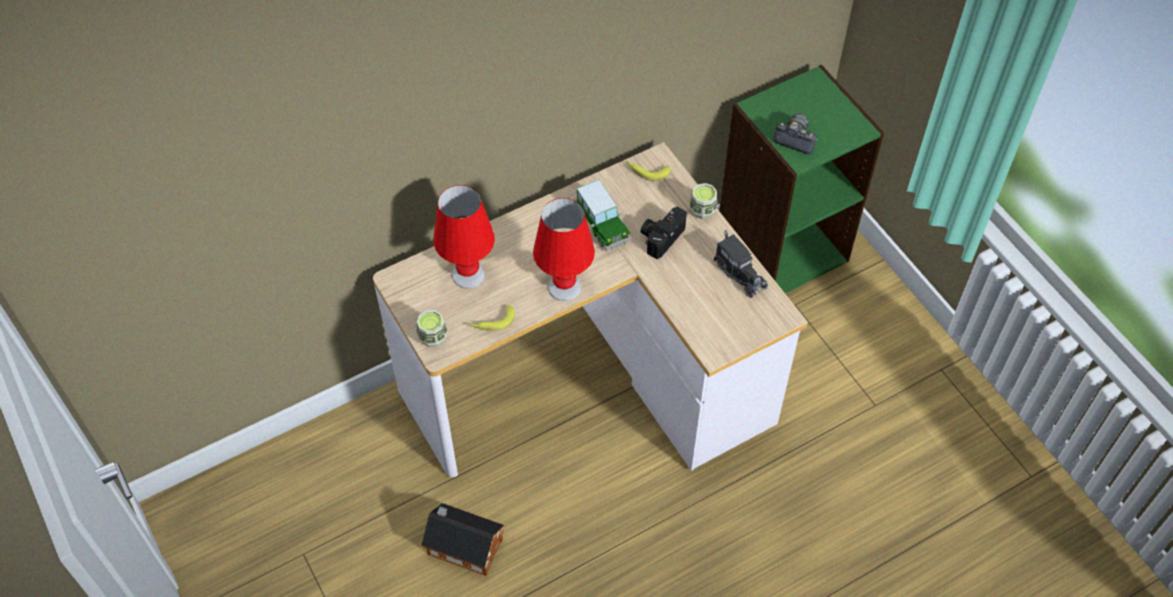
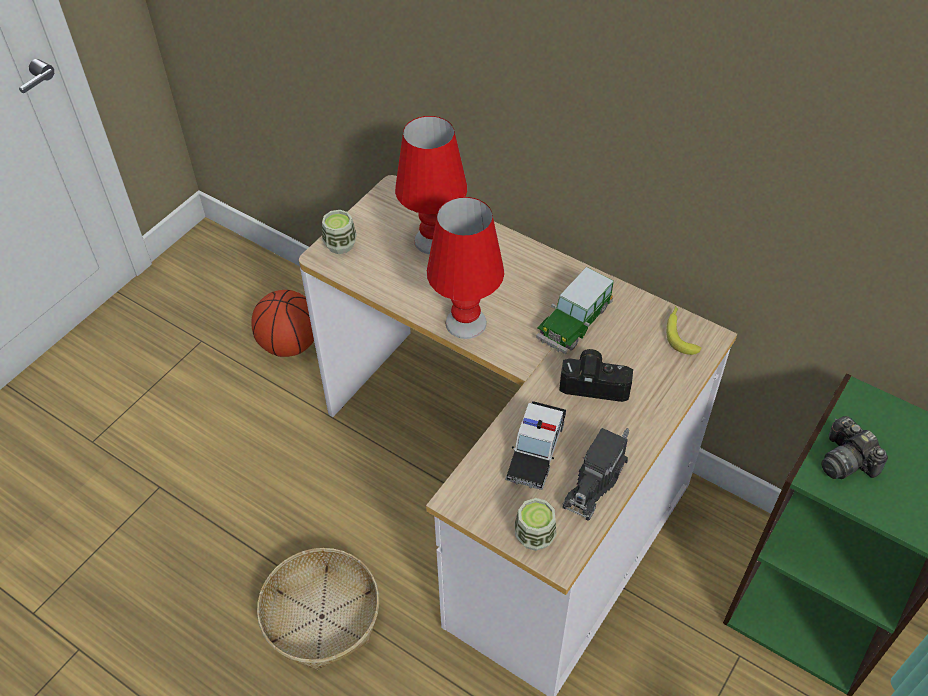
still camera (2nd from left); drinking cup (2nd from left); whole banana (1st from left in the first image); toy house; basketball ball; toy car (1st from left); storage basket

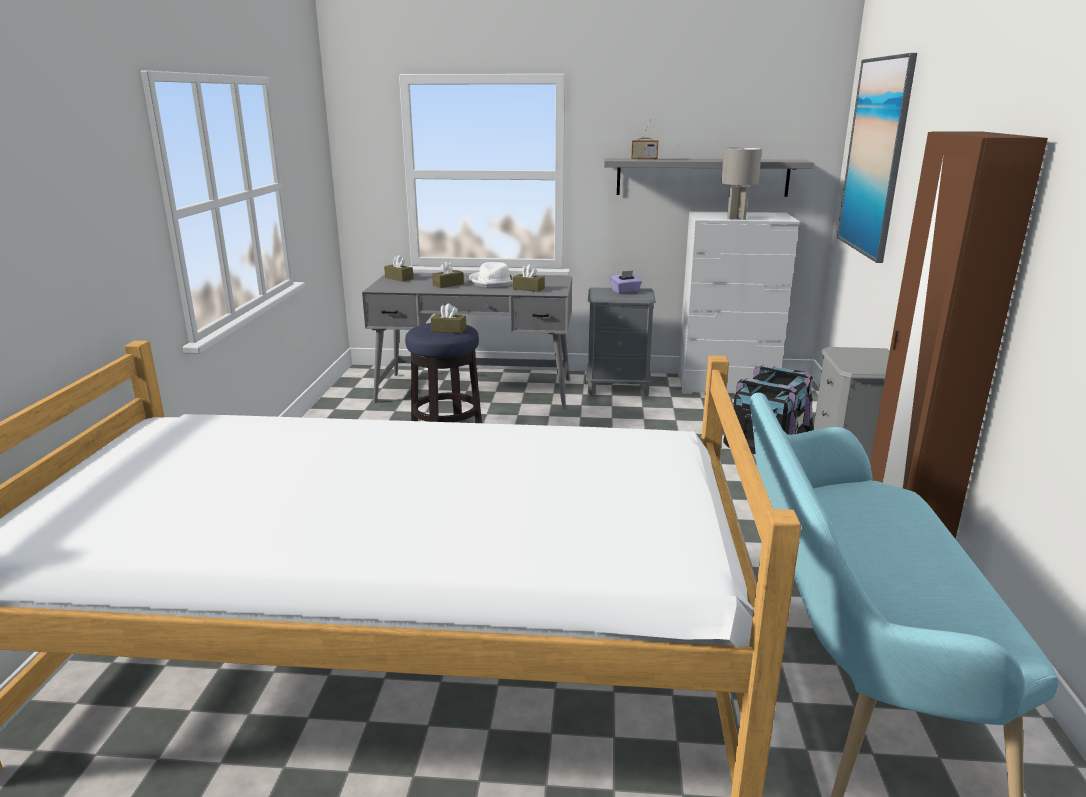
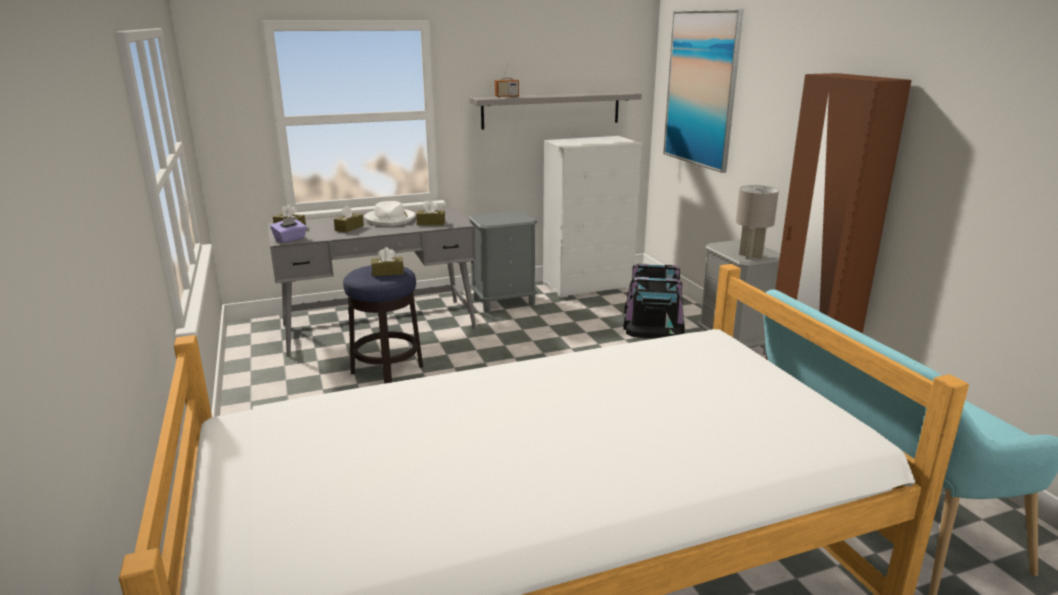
grey tabletop lamp; purple box of tissues

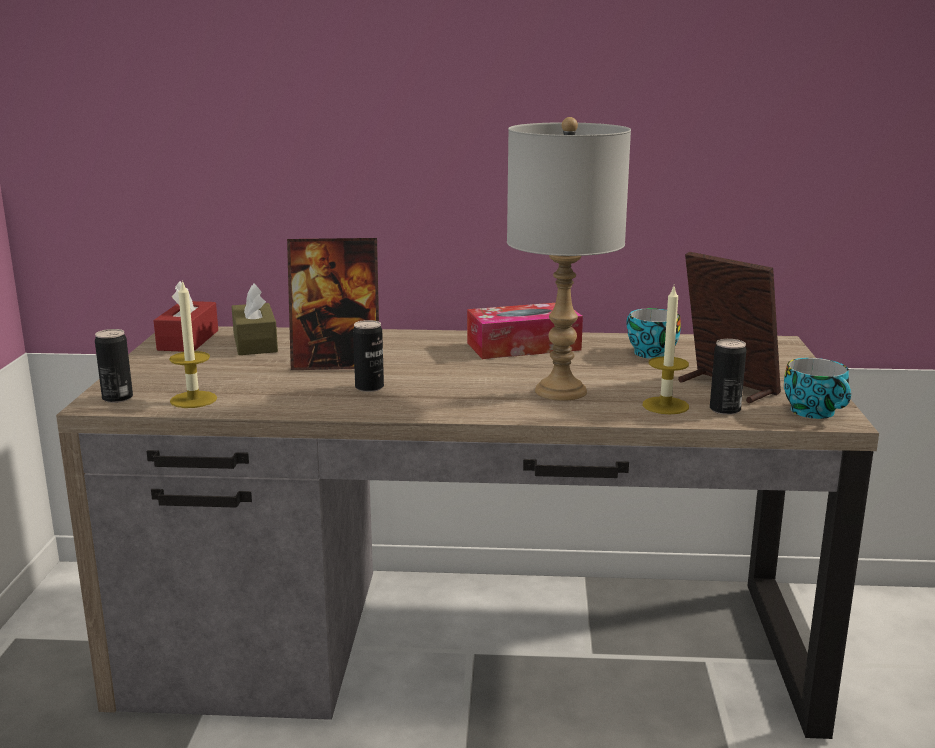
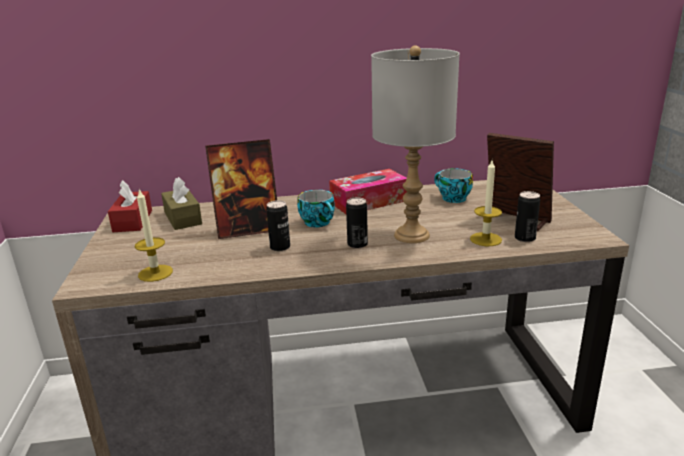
metal can (2nd from left); drinking cup (1st from left)

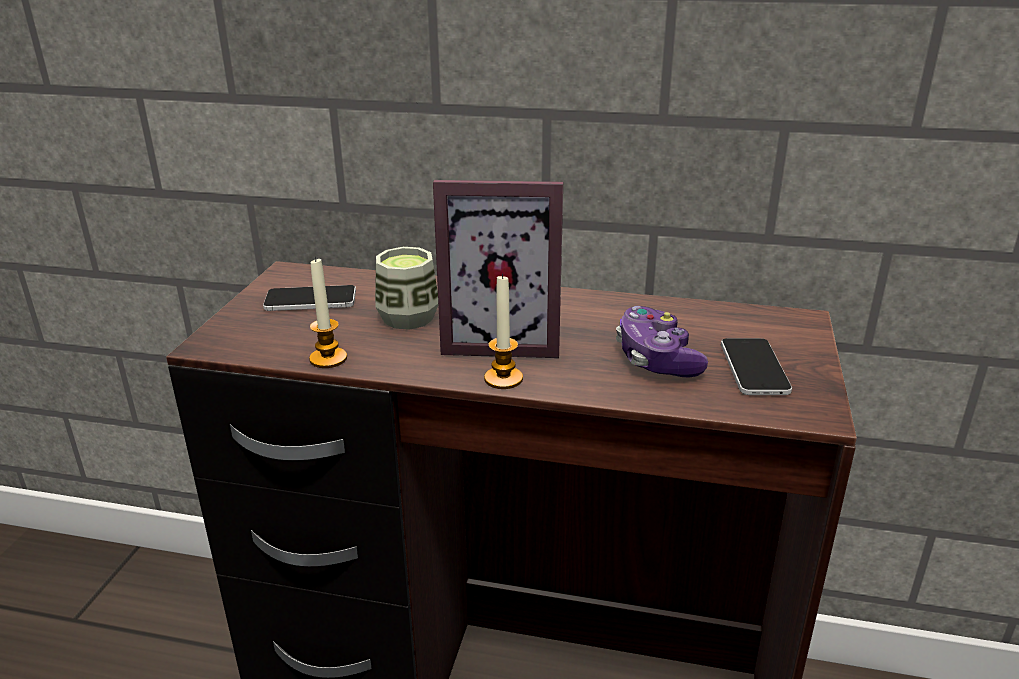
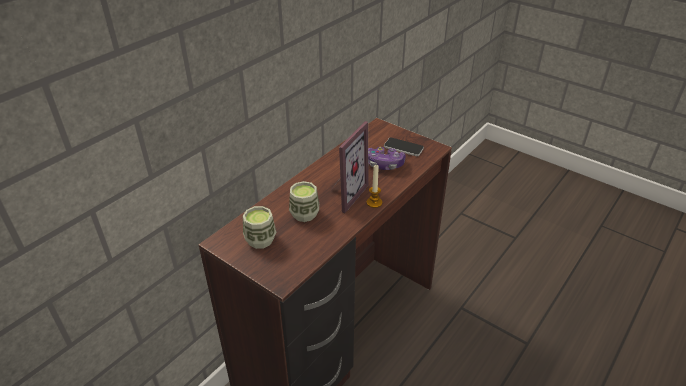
wax light (1st from left in the first image); drinking cup (1st from left)

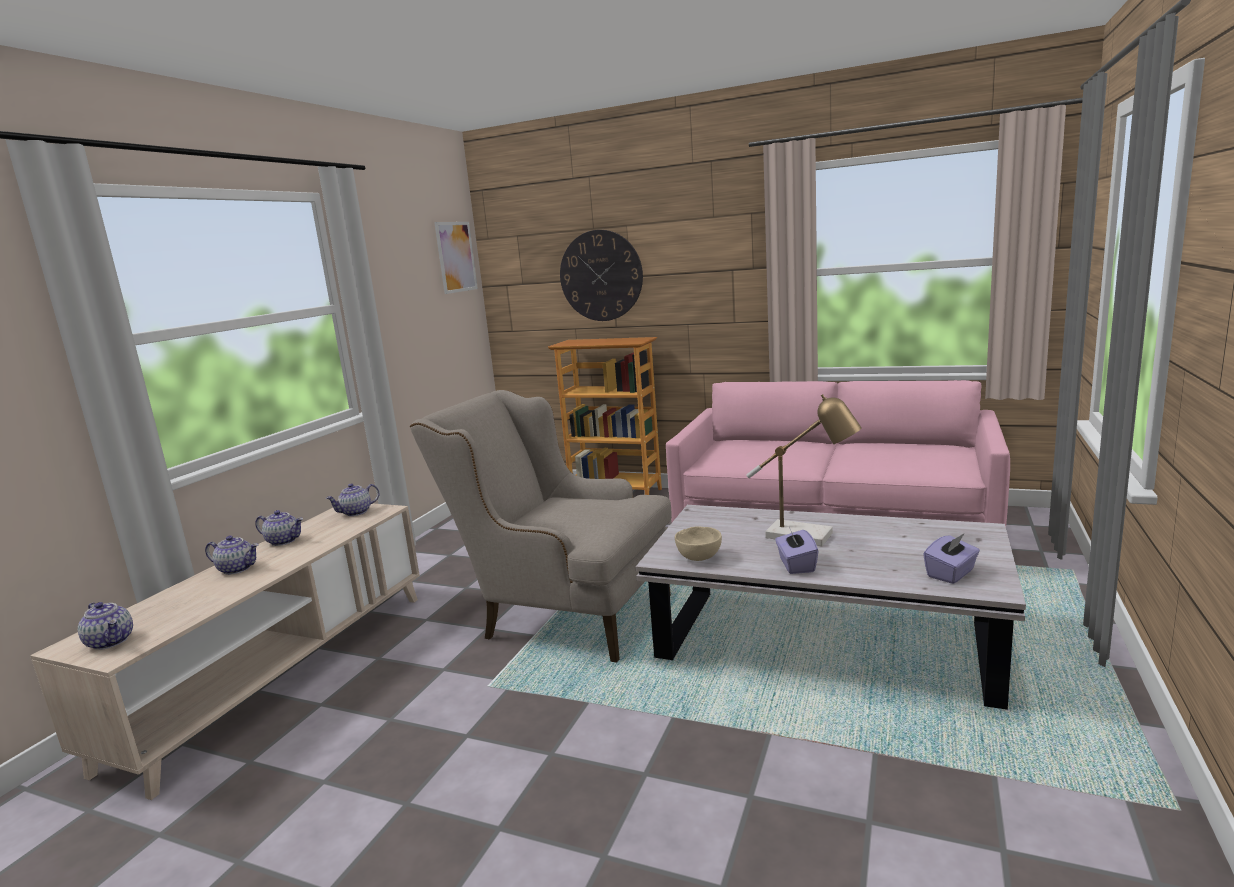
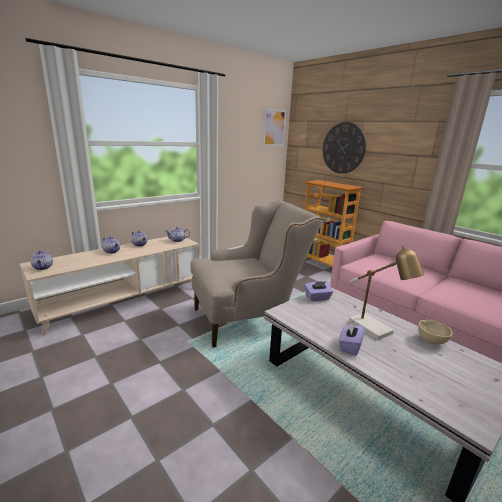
sand-coloured easy chair; sand-coloured serving bowl; purple box of tissues (1st from left)

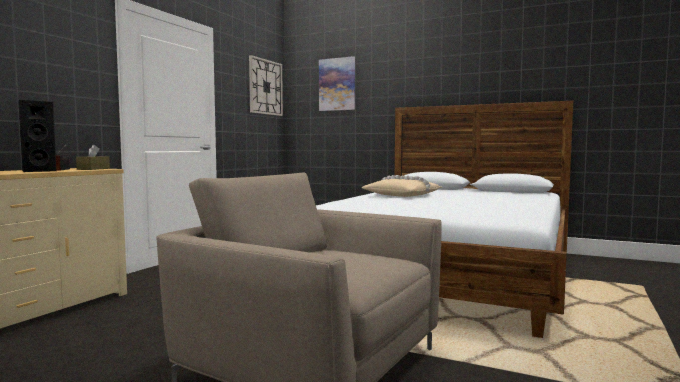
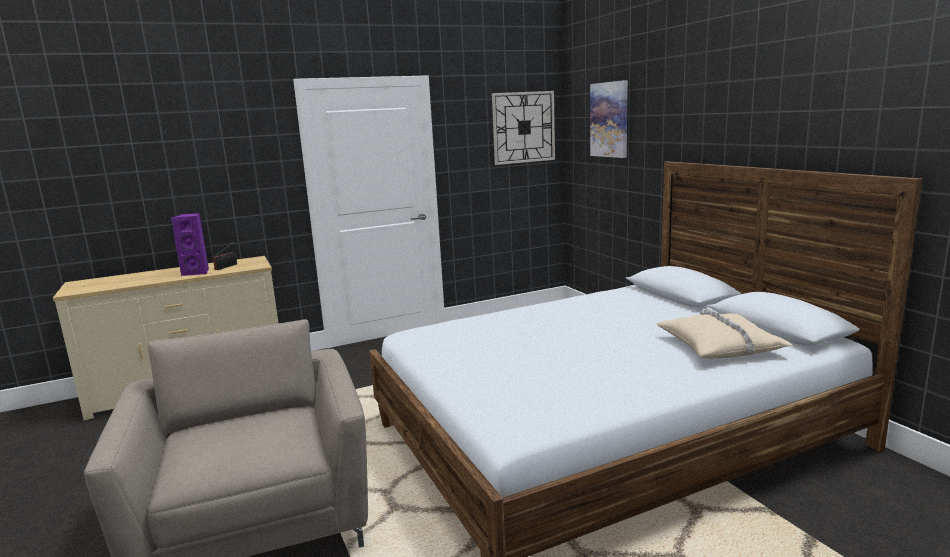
purple loudspeaker; brown box of tissues; sand-coloured pillow

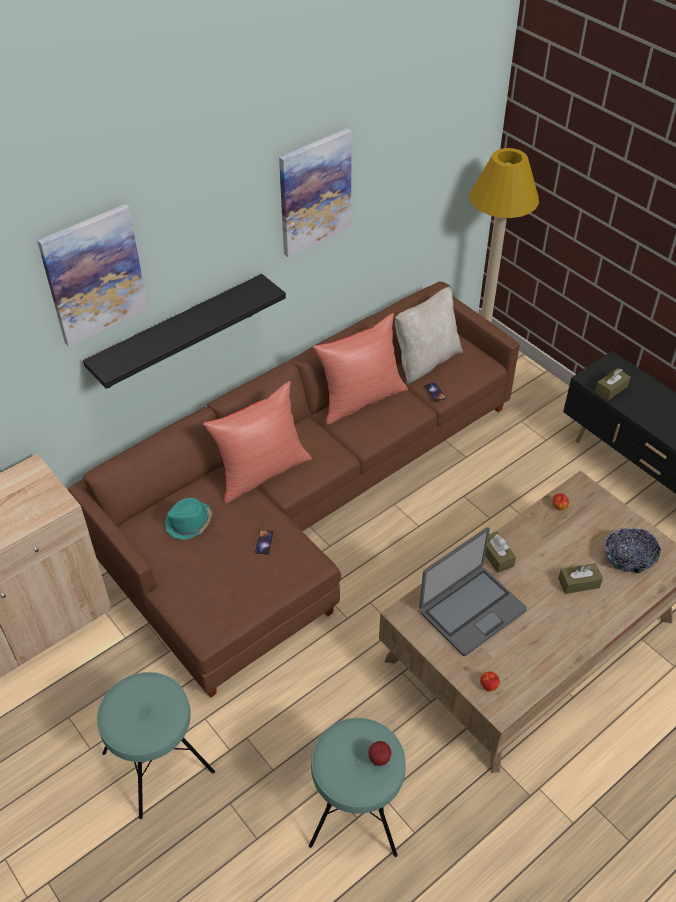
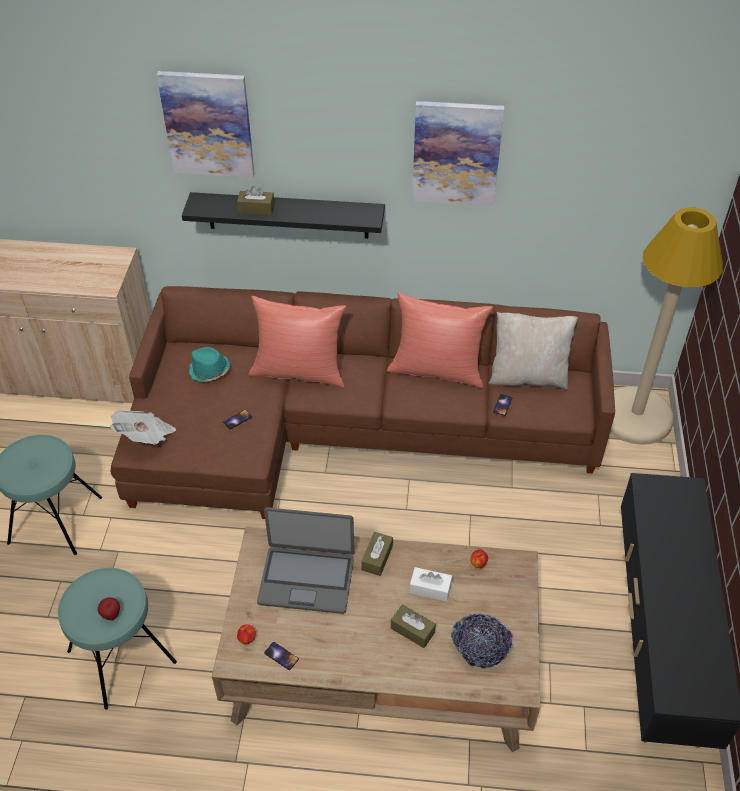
brown box of tissues (1st from left); newspaper; whitish box of tissues; telephone (2nd from left)

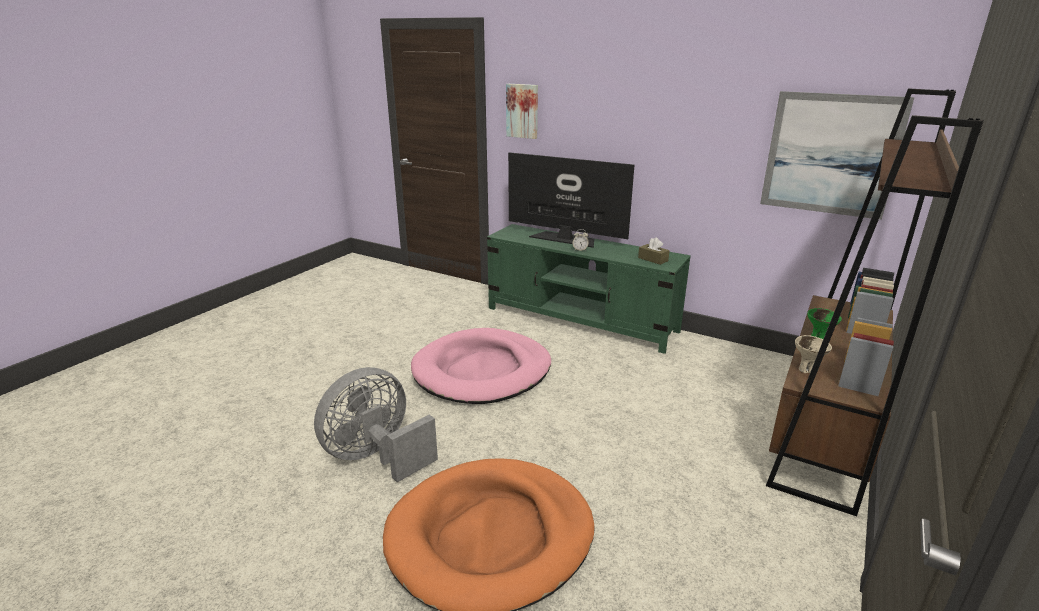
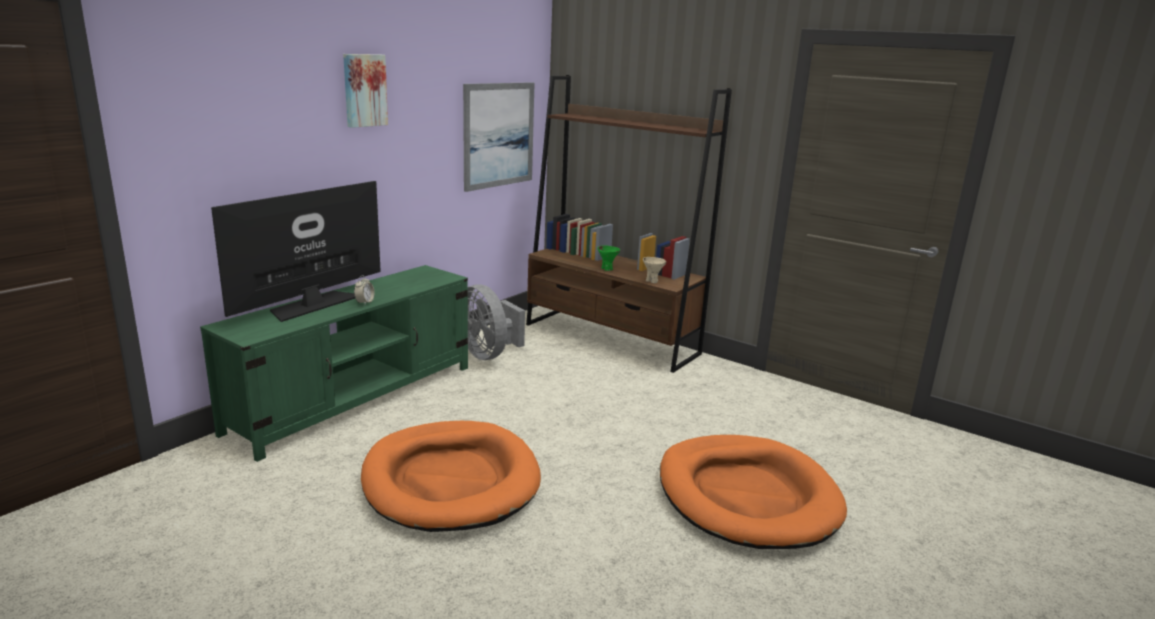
picture (1st from left); brown box of tissues; orange-coloured pet bed (1st from left); grey electric fan

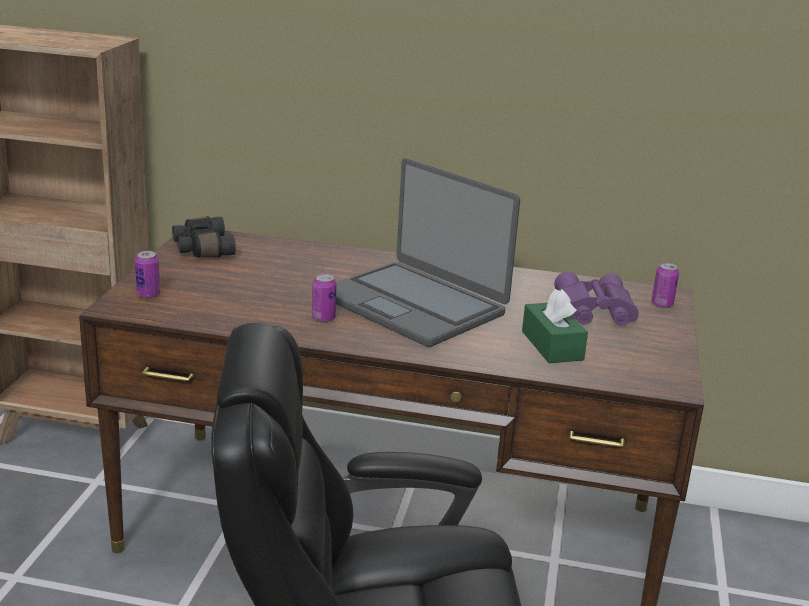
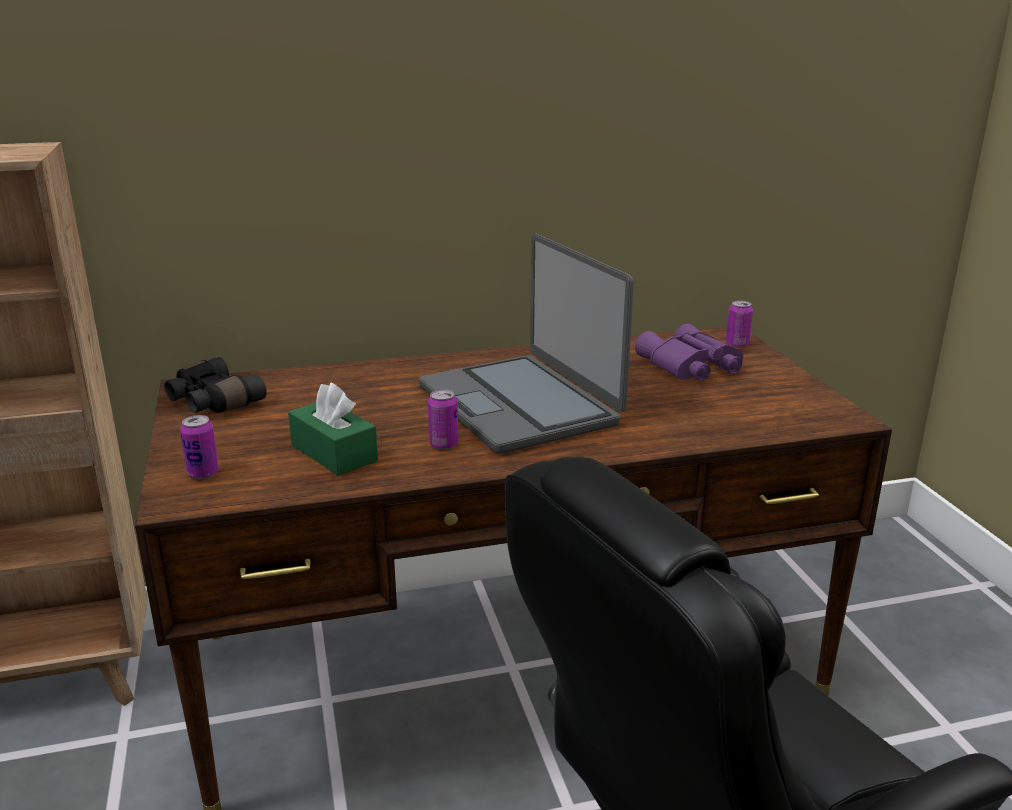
laptop; green box of tissues

